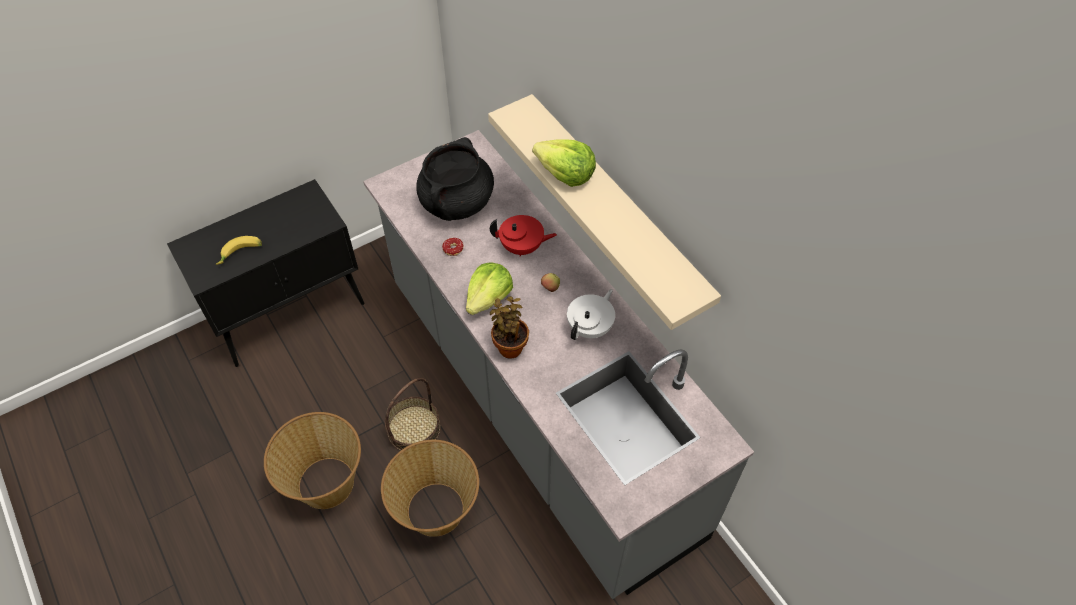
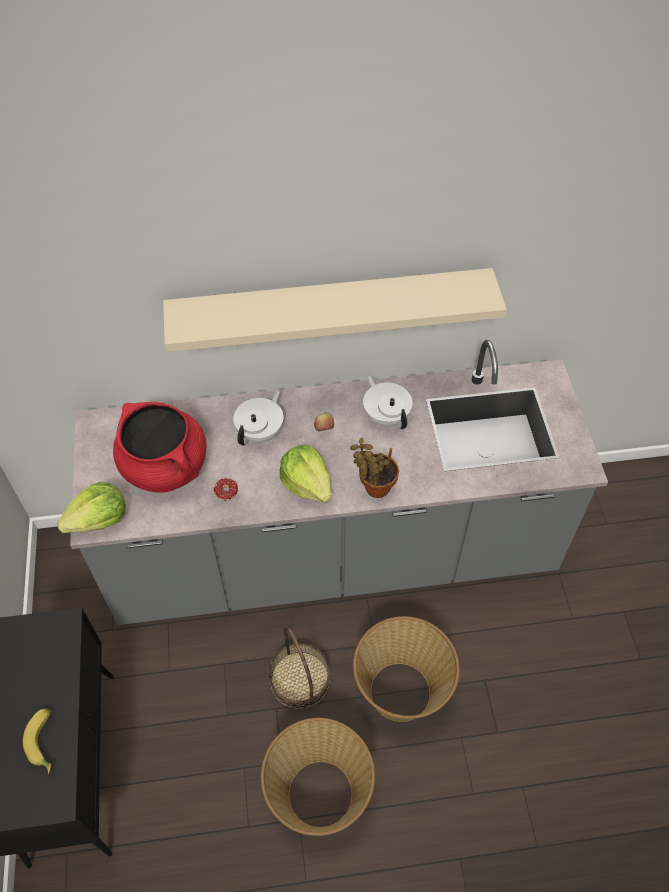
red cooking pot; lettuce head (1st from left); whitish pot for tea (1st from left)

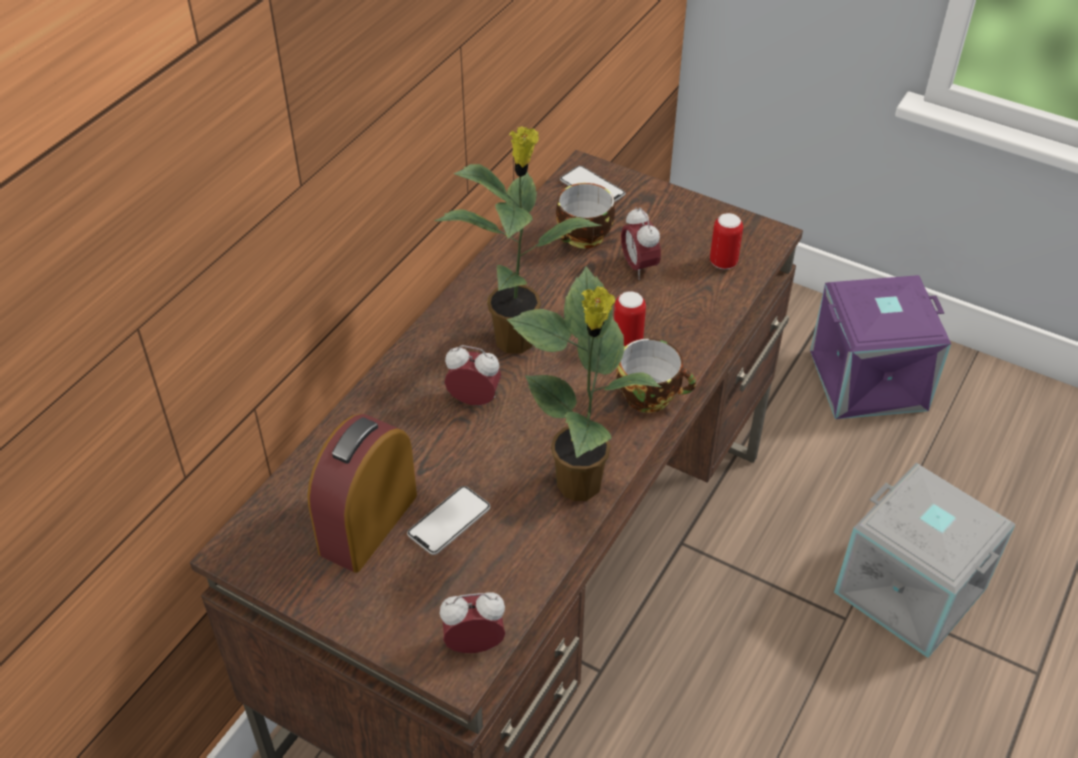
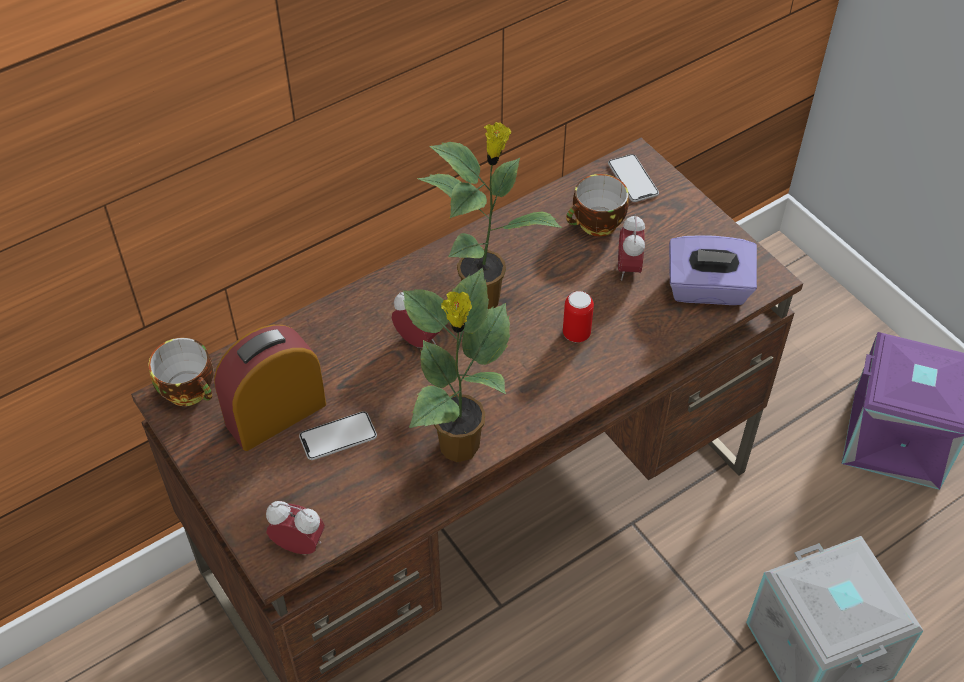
purple box of tissues; drinking cup (1st from left)

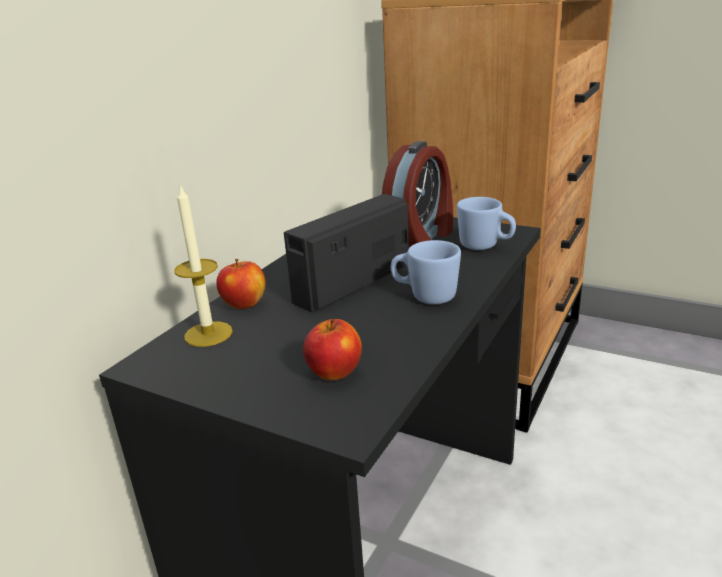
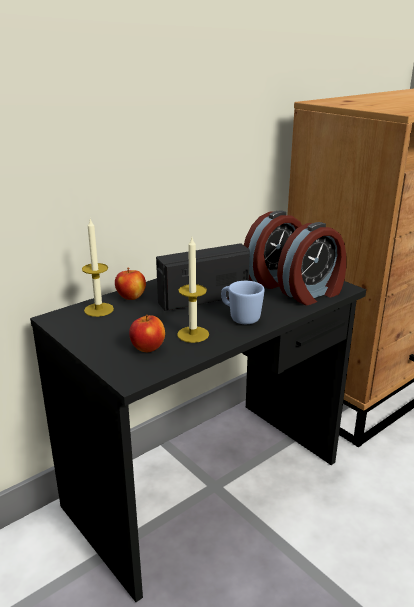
alarm clock (2nd from left); wax light (2nd from left)

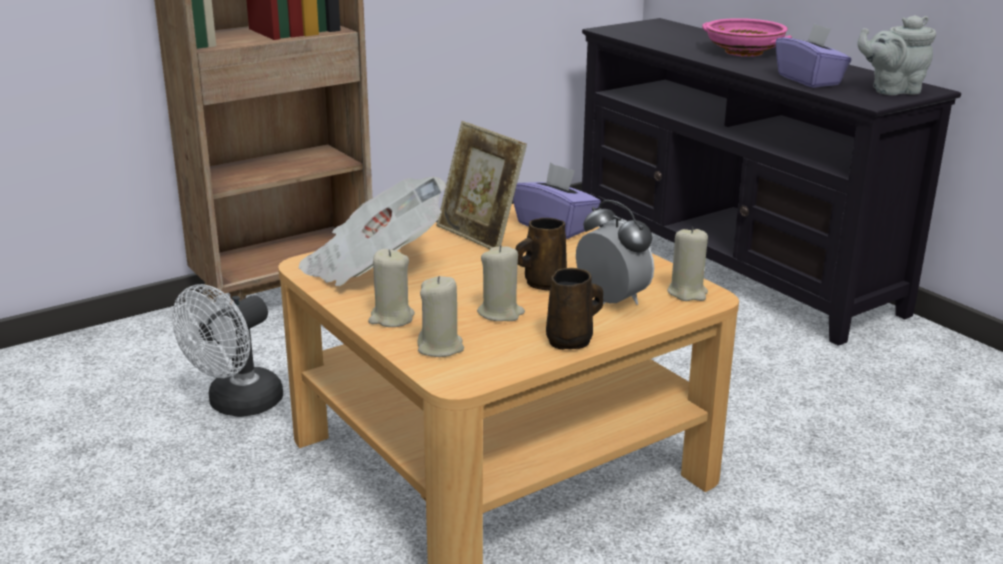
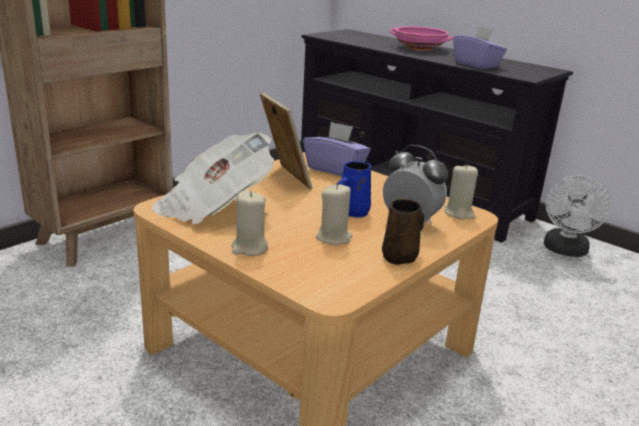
grey pot for tea; standing frame; bluish mug; sand-coloured wax light (2nd from left in the first image); whitish electric fan

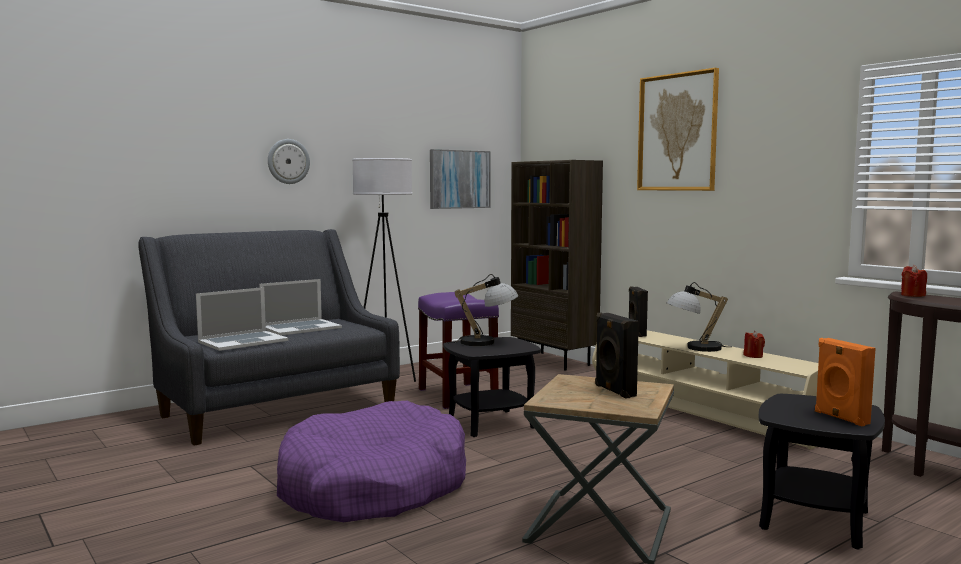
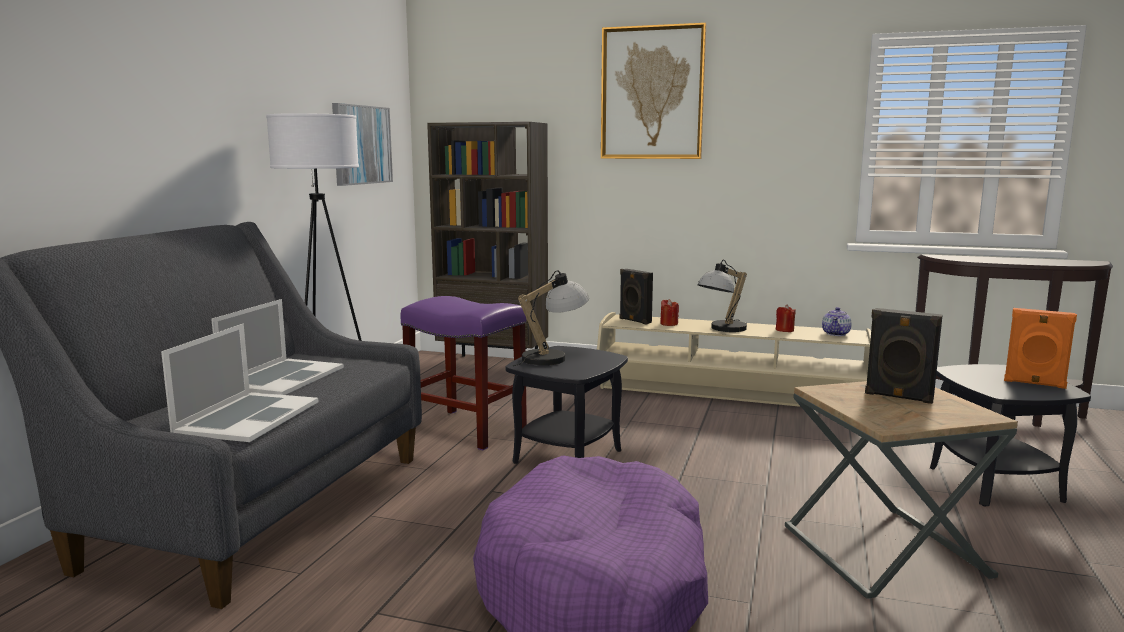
hanging clock; red wax light (1st from left); pot for tea

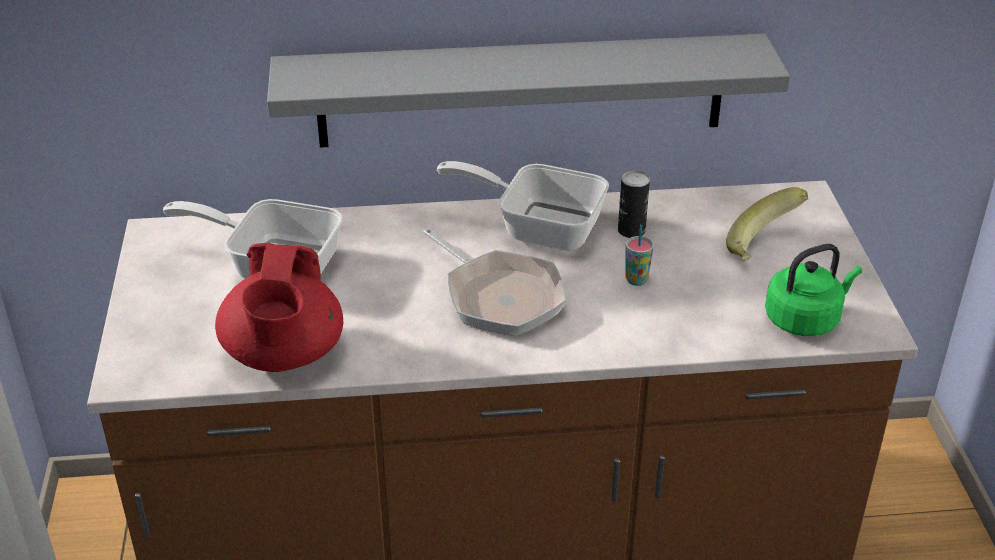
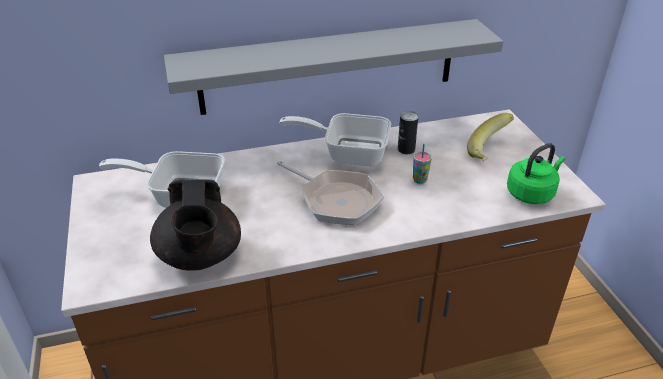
black-coloured pot for tea

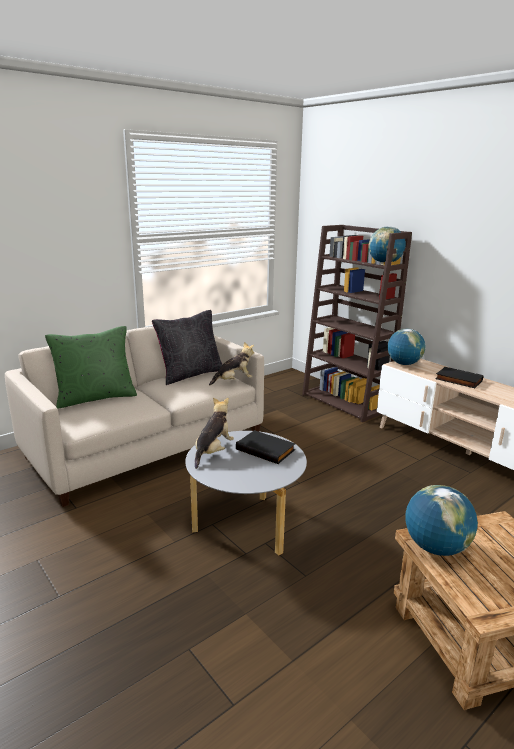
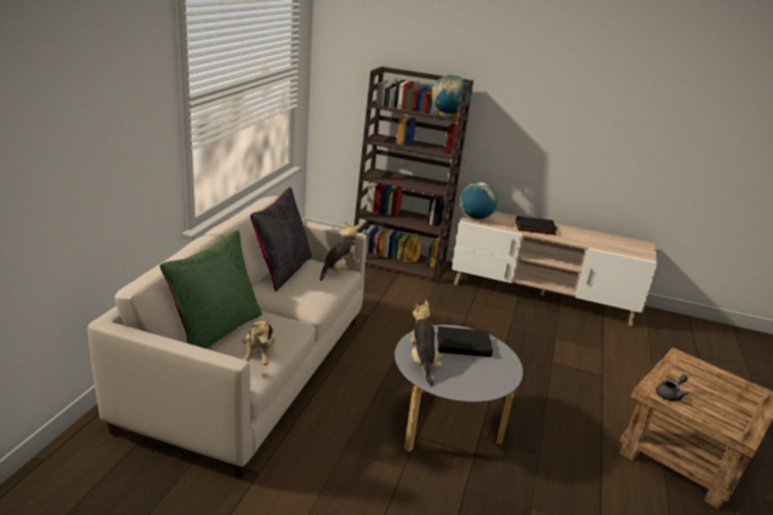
grey pot for tea; plush toy (1st from left)

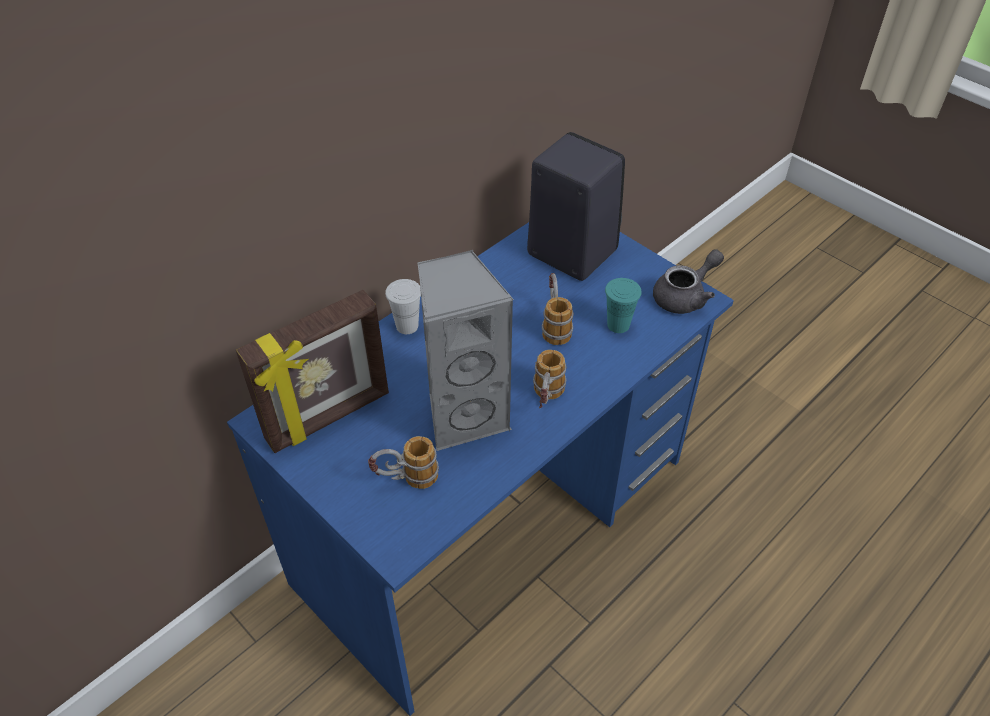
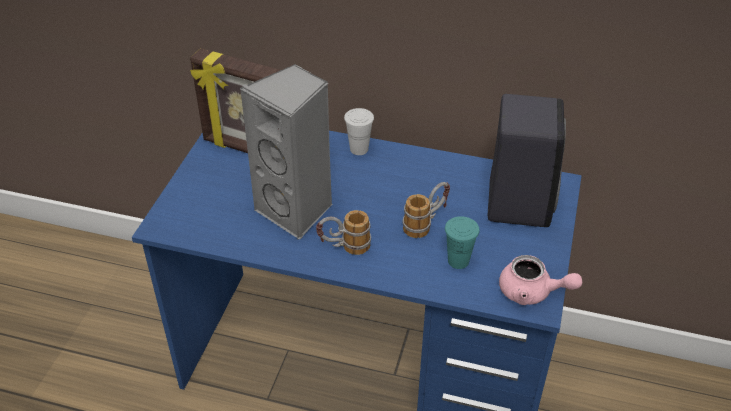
pinkish pot for tea; mug (1st from left in the first image)

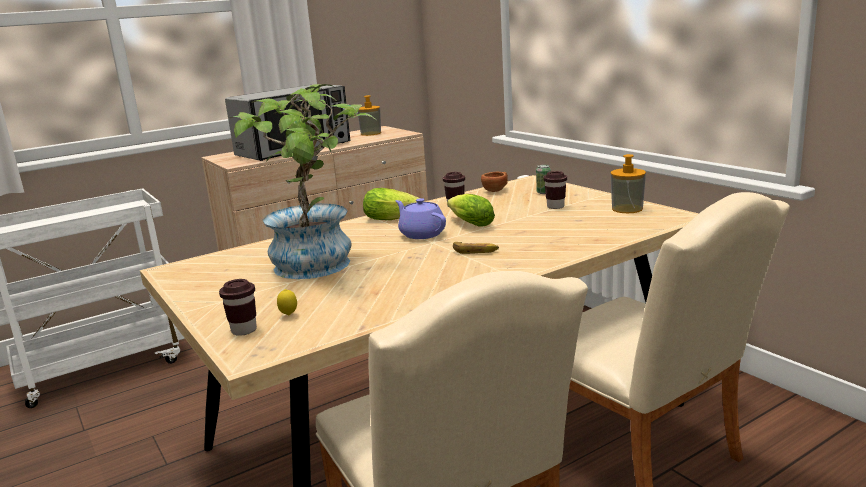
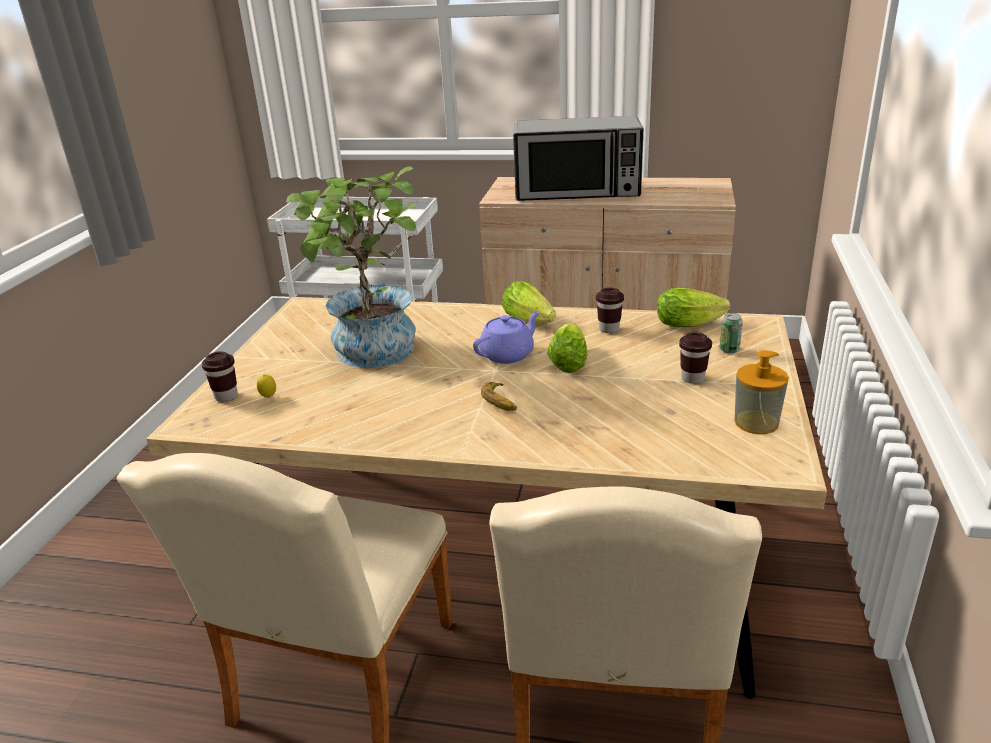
liquid soap bottle (1st from left in the first image); lettuce head (3rd from left); purple pot for tea

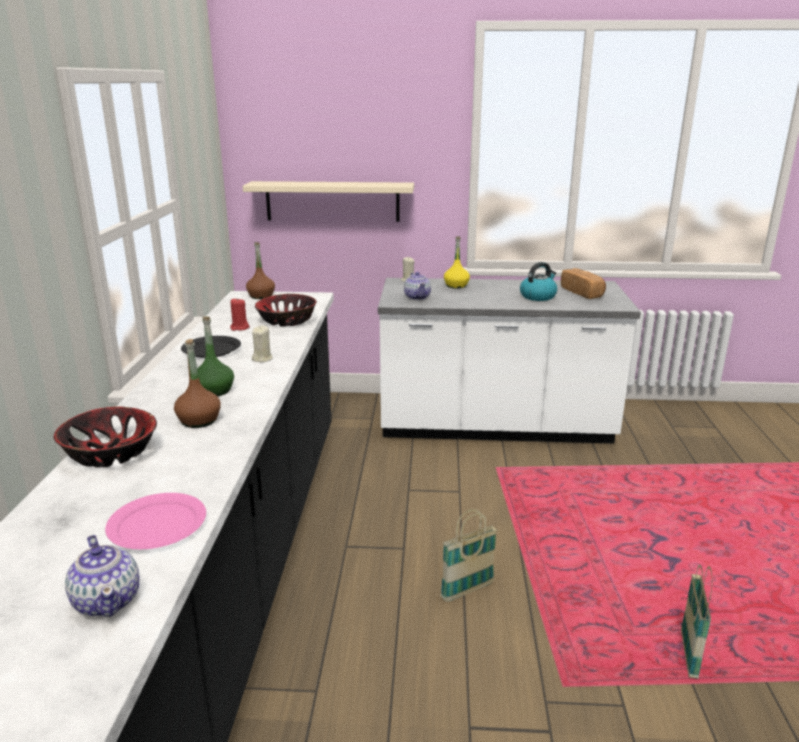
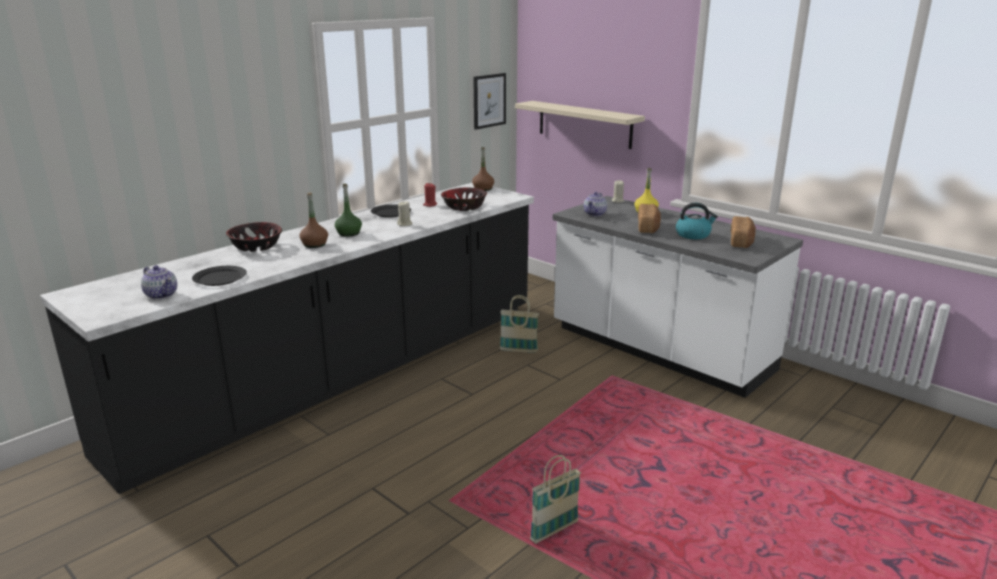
black-coloured flat dish (1st from left); storage basket (1st from left); pot for tea (1st from left); picture; baked bread (1st from left)

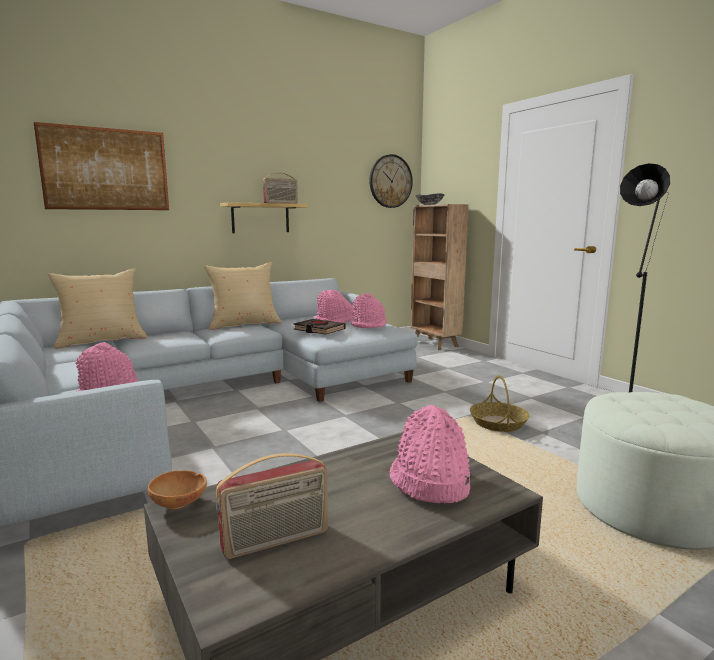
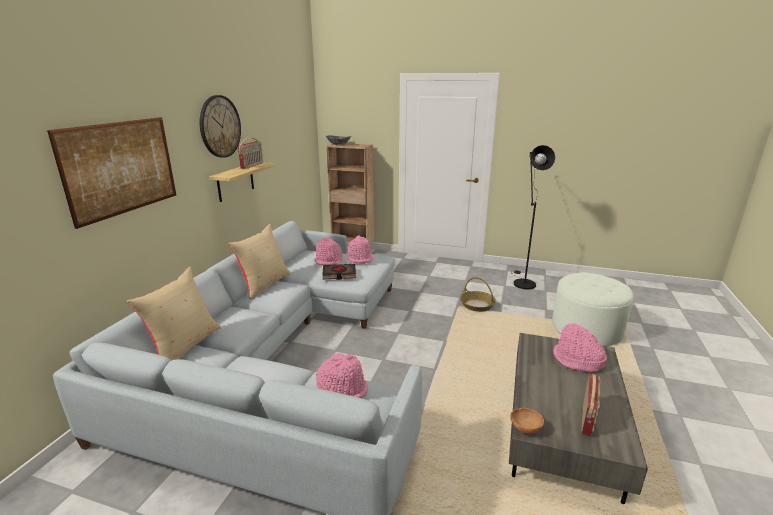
hanging clock

